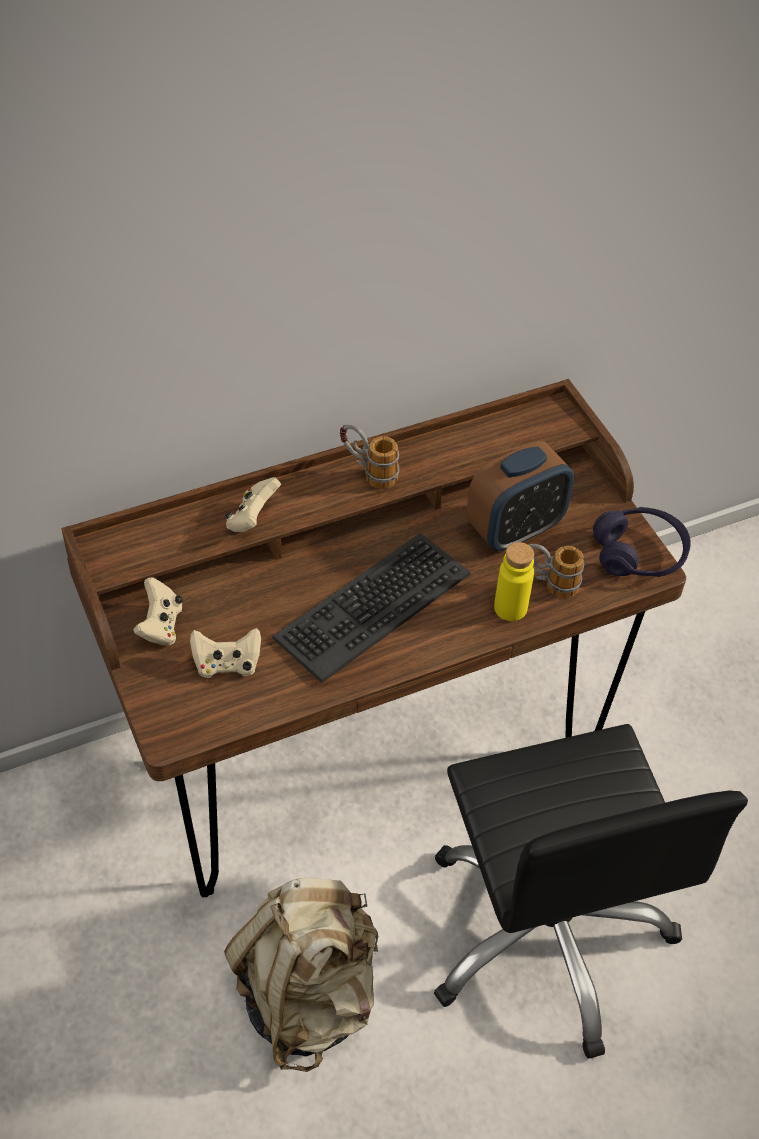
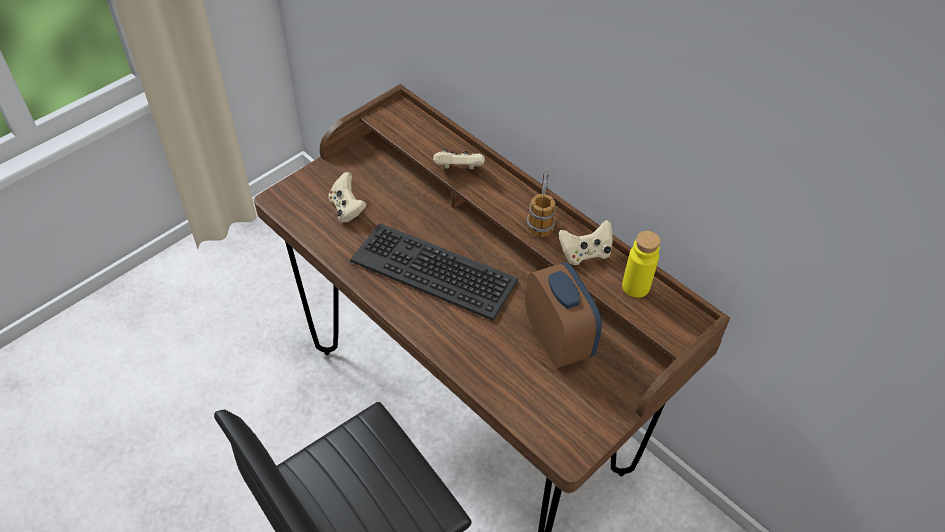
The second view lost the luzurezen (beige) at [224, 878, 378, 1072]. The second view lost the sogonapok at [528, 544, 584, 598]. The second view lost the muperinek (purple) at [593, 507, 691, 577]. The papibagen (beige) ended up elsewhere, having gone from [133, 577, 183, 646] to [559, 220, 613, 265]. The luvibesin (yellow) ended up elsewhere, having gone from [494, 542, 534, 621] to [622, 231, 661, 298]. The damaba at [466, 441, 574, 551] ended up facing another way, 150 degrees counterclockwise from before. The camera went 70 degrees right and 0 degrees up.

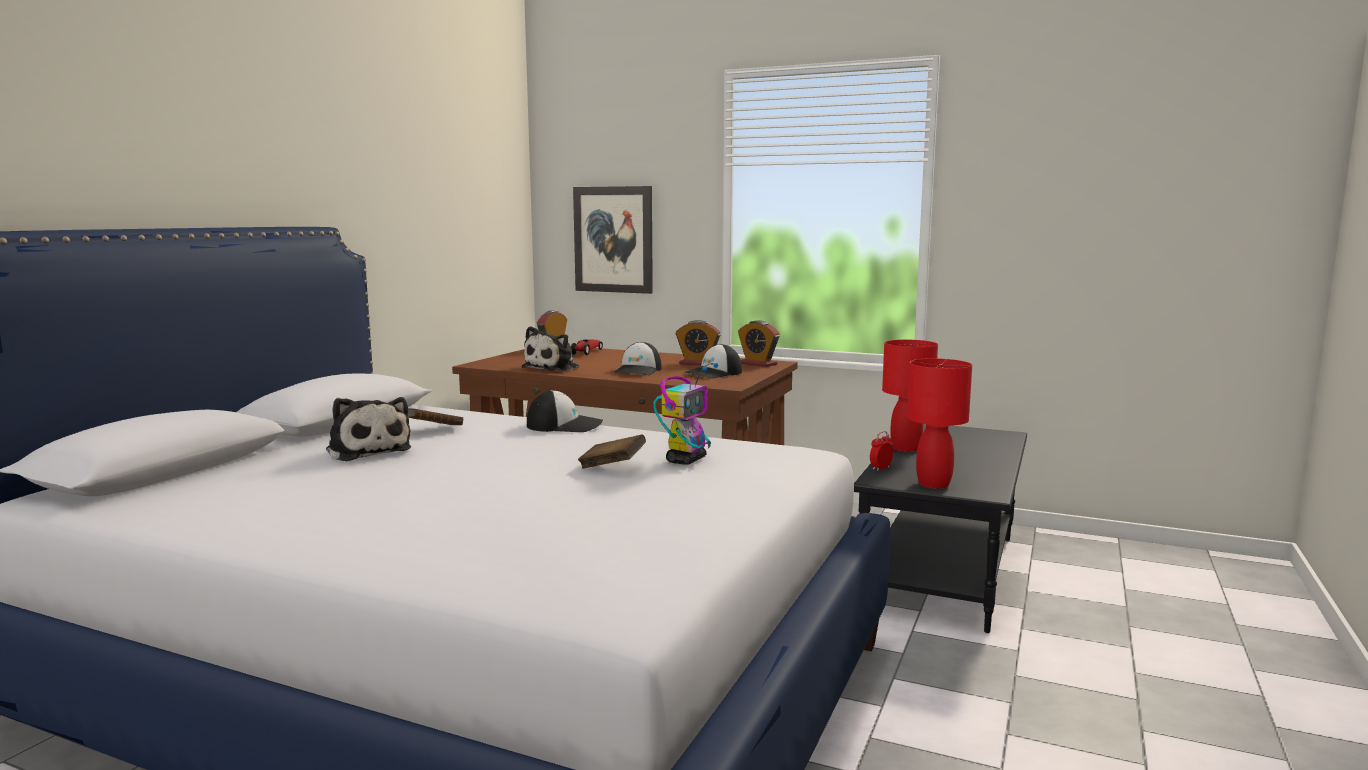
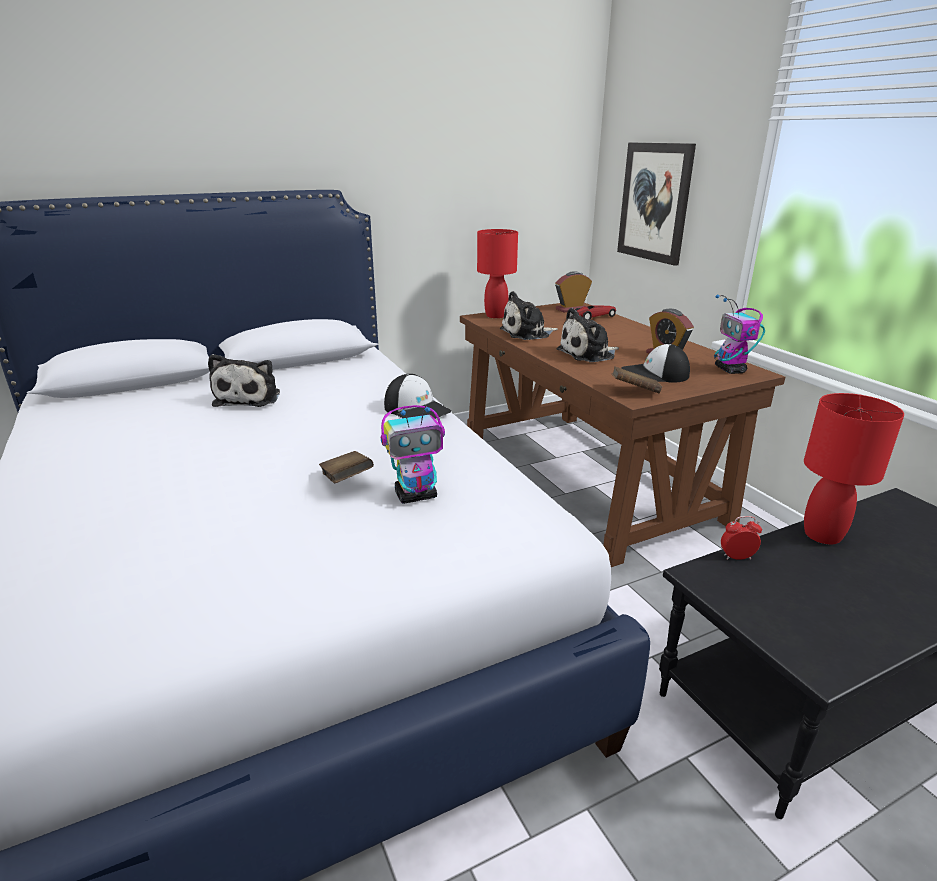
The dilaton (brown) ended up elsewhere, having gone from [408, 408, 463, 425] to [612, 366, 662, 393]. The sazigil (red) ended up elsewhere, having gone from [907, 358, 972, 489] to [477, 229, 518, 318]. Where the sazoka stood at [613, 342, 662, 375], the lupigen came to stand at [557, 308, 619, 362]. Where the damaba stood at [738, 320, 780, 367], the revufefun came to stand at [714, 295, 765, 374]. The camera went 40 degrees right and 15 degrees up.

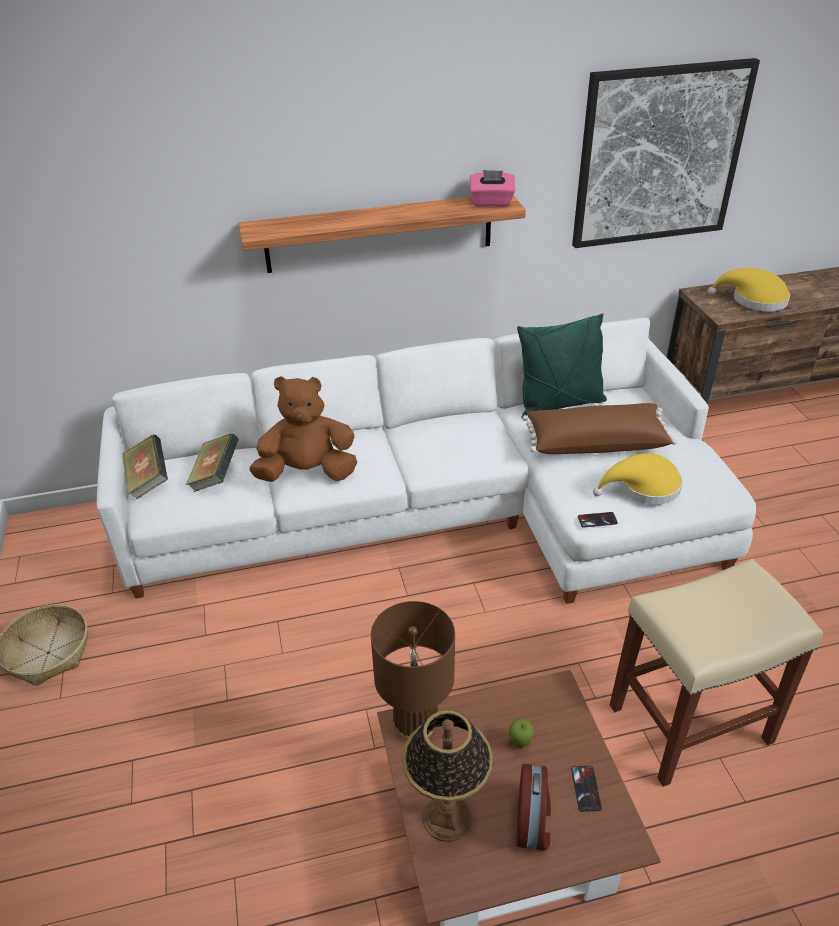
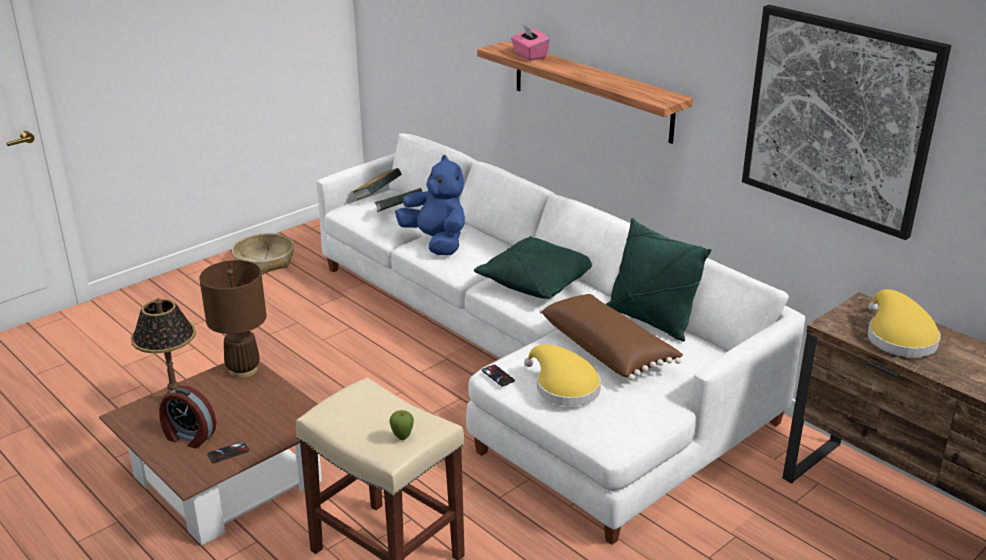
The second view gained the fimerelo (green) at [474, 236, 592, 299]. The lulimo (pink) ended up elsewhere, having gone from [470, 170, 515, 207] to [511, 24, 550, 61]. The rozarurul ended up elsewhere, having gone from [509, 718, 534, 748] to [389, 410, 414, 440]. What was the lupigen (brown) at [250, 376, 357, 482] turned into the lupigen (blue) at [395, 155, 465, 255]. The damaba at [516, 764, 551, 851] ended up facing another way, 45 degrees clockwise from before. The camera went 60 degrees right and 10 degrees down.

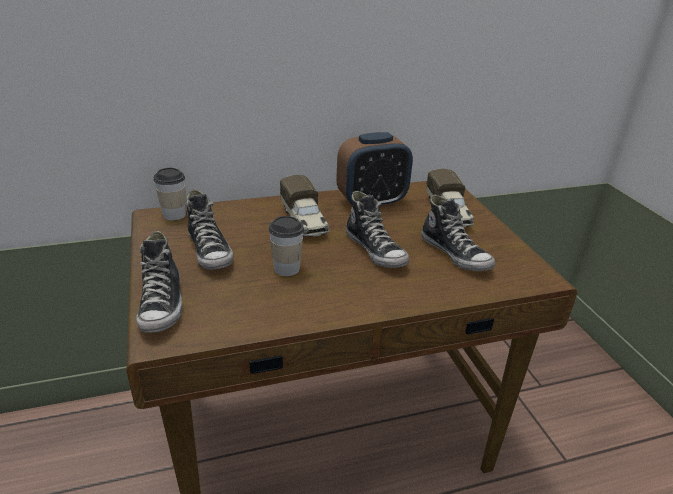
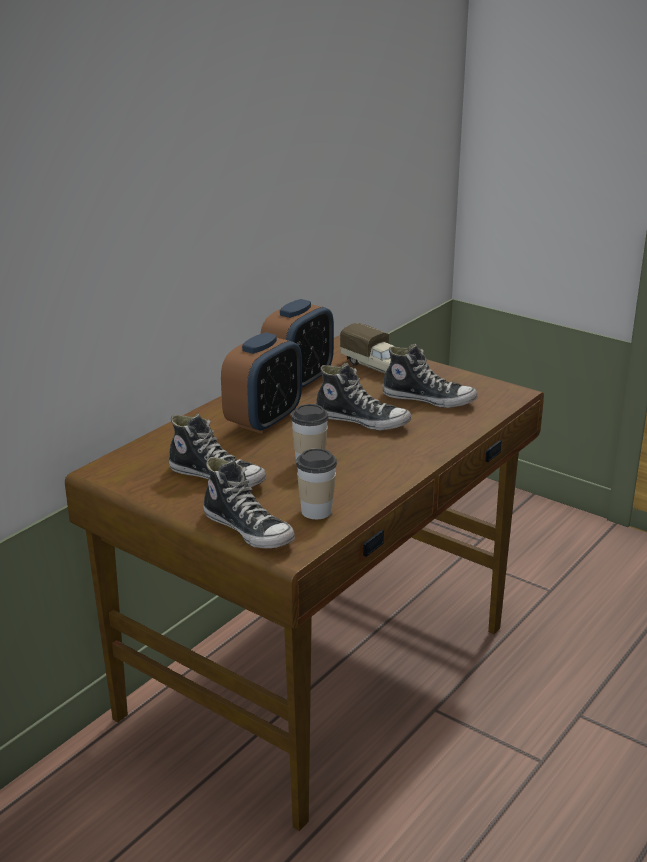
The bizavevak ended up elsewhere, having gone from [154, 168, 186, 220] to [296, 448, 337, 519]. Where the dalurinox stood at [280, 175, 330, 237], the damaba came to stand at [221, 332, 302, 434]. The camera went 35 degrees left and 5 degrees down.

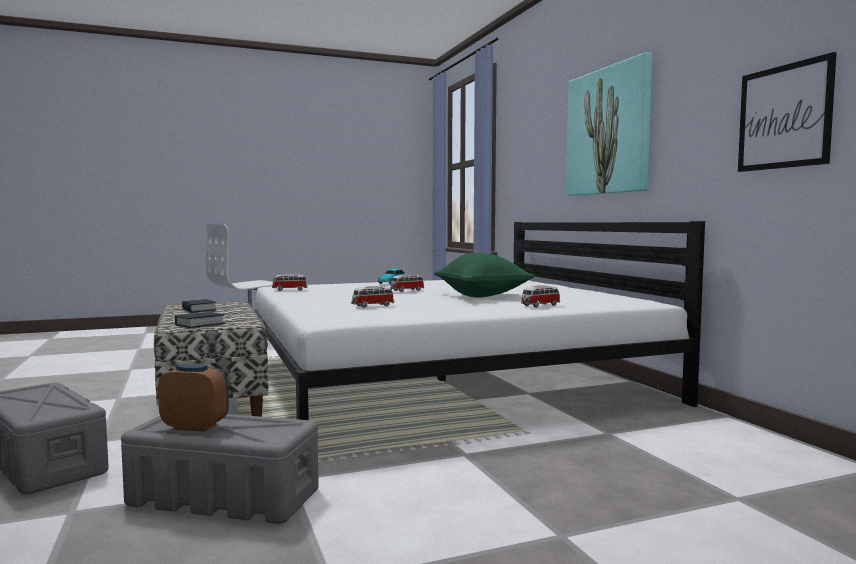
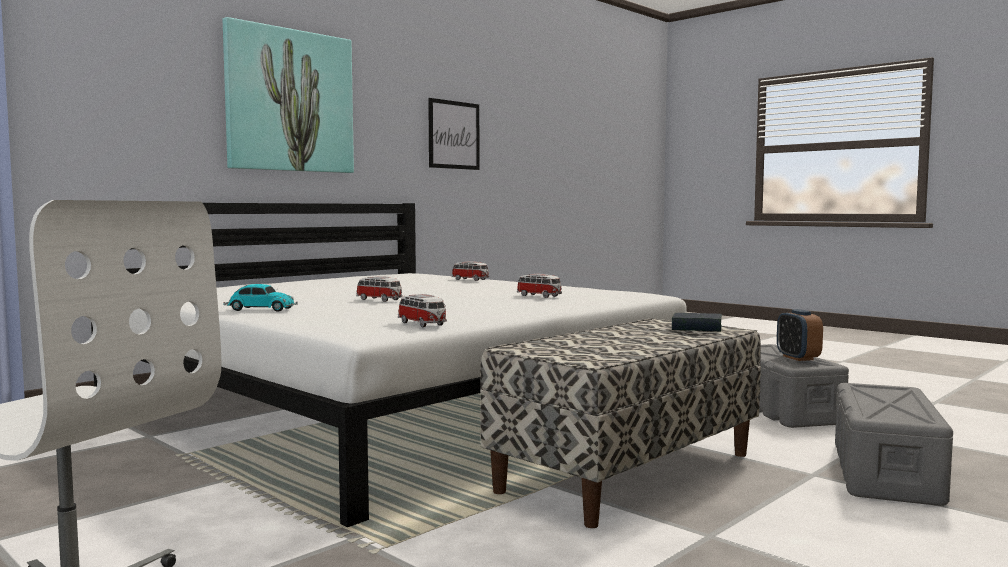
The second view lost the dilaton at [182, 299, 216, 313]. The second view lost the fimerelo (green) at [434, 253, 534, 298]. The camera went 115 degrees left and 0 degrees up.

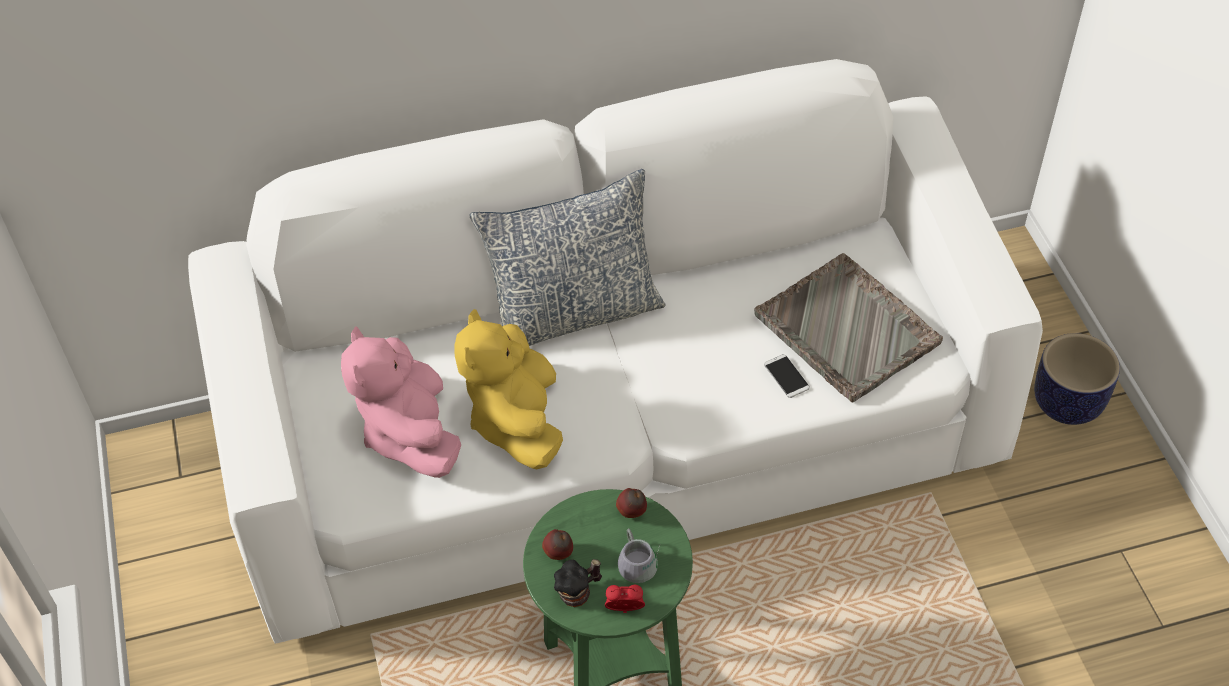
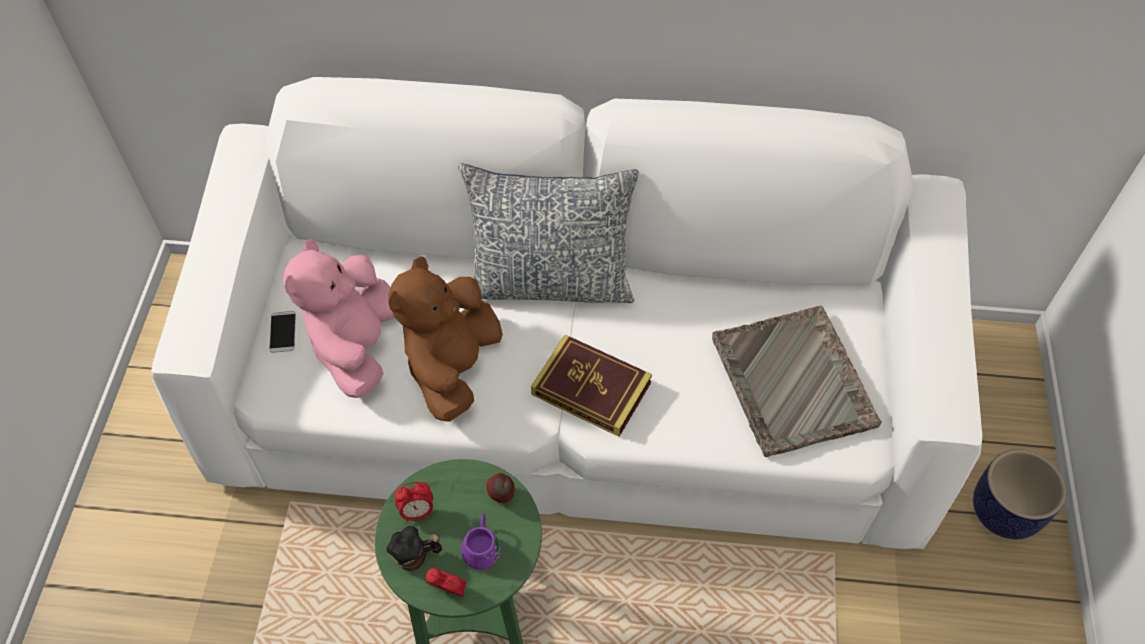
The second view gained the dilaton at [531, 335, 652, 437]. The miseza ended up elsewhere, having gone from [764, 354, 810, 398] to [269, 311, 296, 353]. Where the rozarurul stood at [542, 529, 573, 560], the damaba came to stand at [394, 482, 433, 524]. What was the lupigen (yellow) at [455, 309, 563, 469] turned into the lupigen (brown) at [388, 256, 503, 422]. What was the sogonapok (grey) at [618, 529, 660, 583] turned into the sogonapok (purple) at [461, 513, 512, 570]. The camera went 20 degrees right and 5 degrees up.

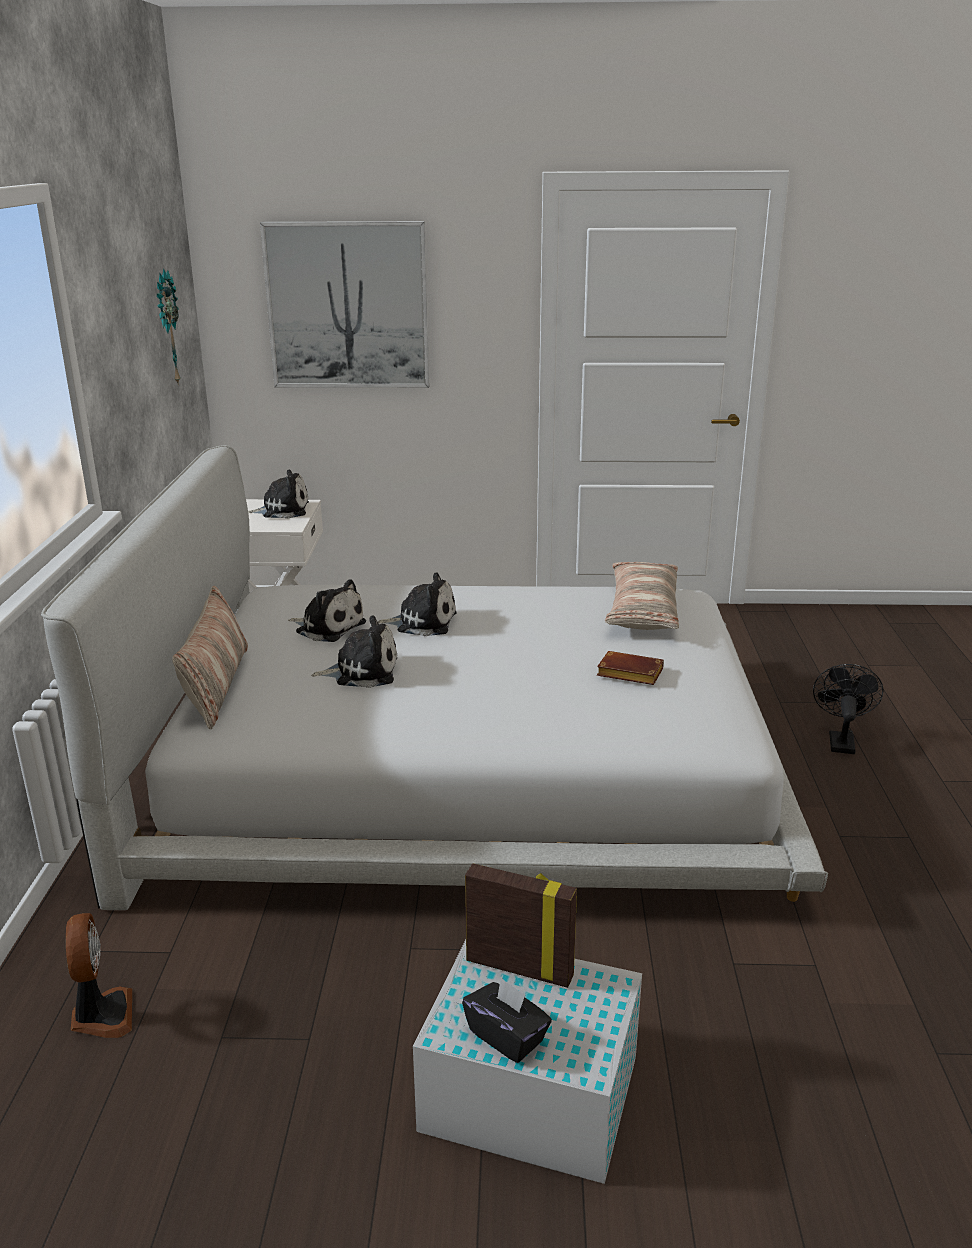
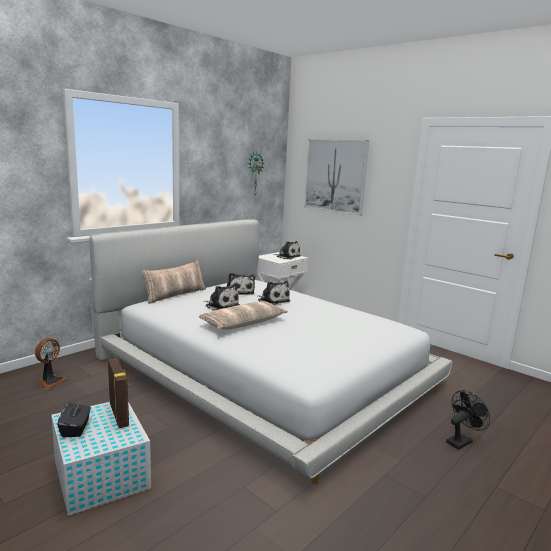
The second view lost the dilaton (brown) at [597, 651, 664, 685]. The fimerelo ended up elsewhere, having gone from [605, 562, 679, 630] to [199, 301, 288, 330]. The camera went 40 degrees right and 10 degrees down.

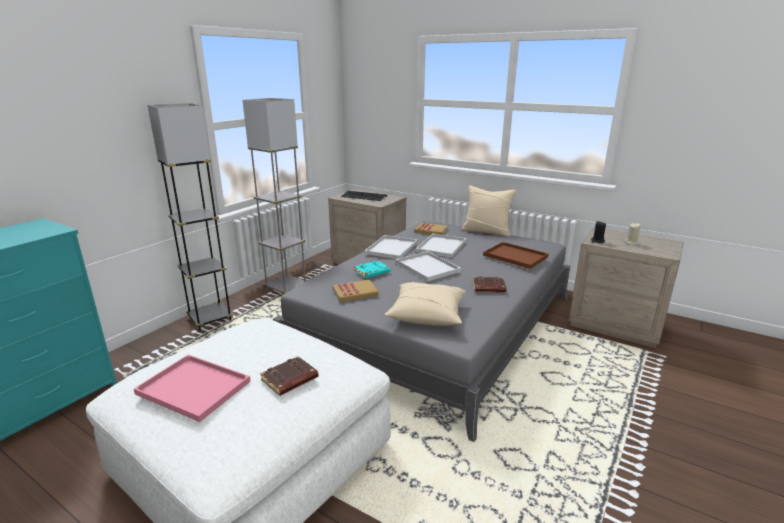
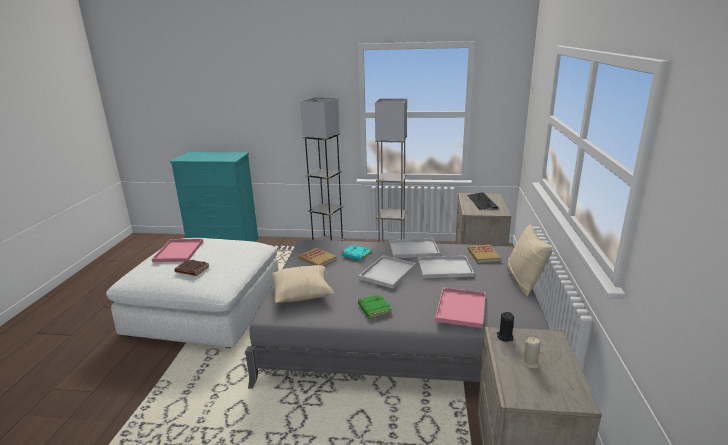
What was the dilaton (brown) at [473, 276, 506, 293] turned into the dilaton (green) at [358, 295, 392, 318]. What was the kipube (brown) at [483, 242, 549, 269] turned into the kipube (pink) at [435, 287, 486, 328]. The camera went 65 degrees right and 0 degrees up.

